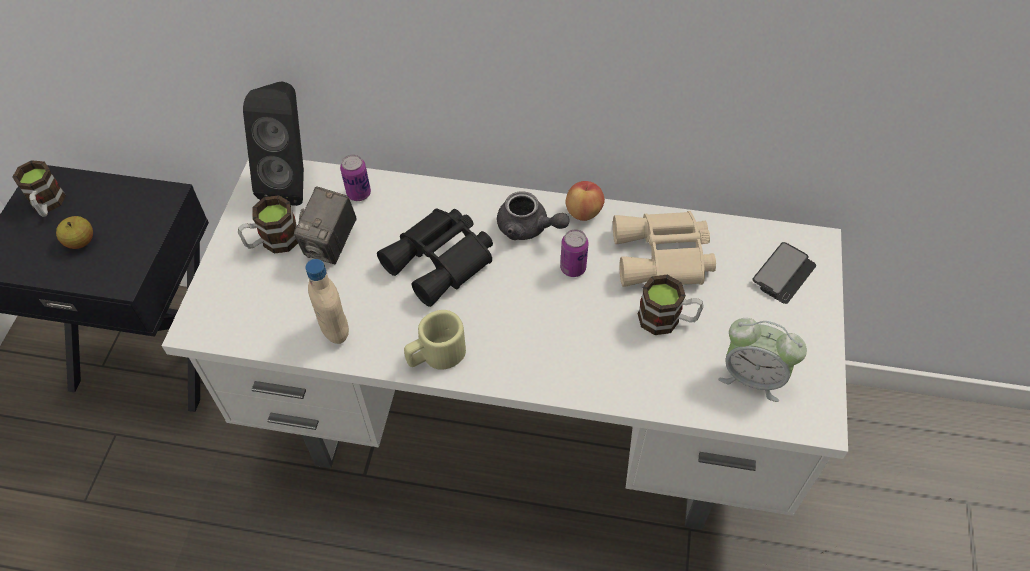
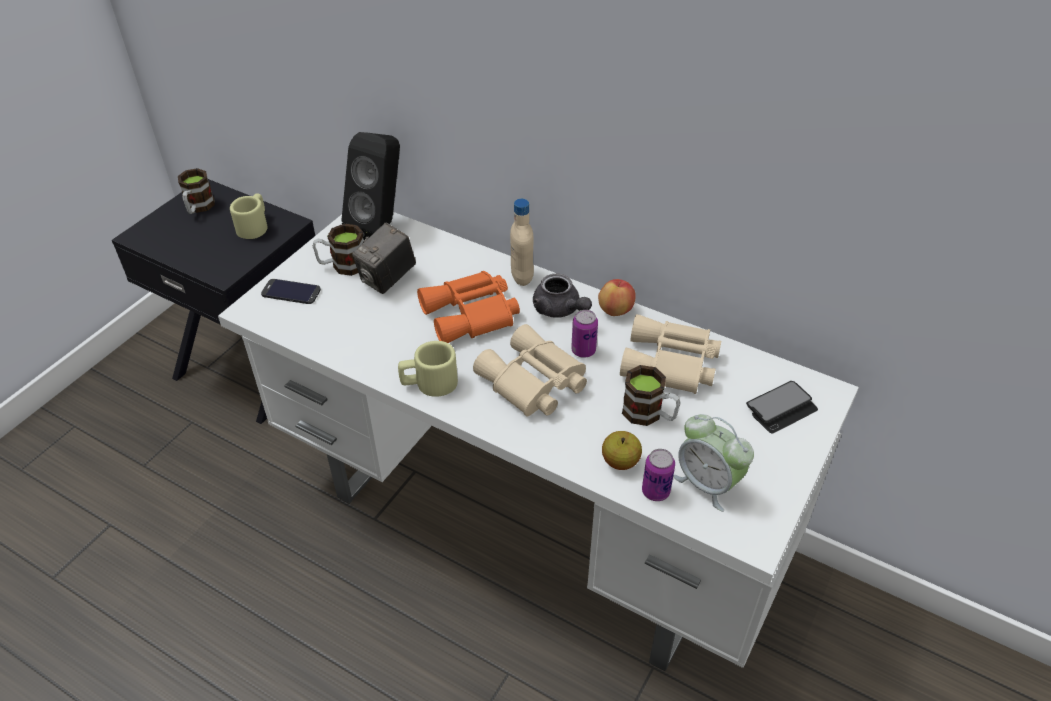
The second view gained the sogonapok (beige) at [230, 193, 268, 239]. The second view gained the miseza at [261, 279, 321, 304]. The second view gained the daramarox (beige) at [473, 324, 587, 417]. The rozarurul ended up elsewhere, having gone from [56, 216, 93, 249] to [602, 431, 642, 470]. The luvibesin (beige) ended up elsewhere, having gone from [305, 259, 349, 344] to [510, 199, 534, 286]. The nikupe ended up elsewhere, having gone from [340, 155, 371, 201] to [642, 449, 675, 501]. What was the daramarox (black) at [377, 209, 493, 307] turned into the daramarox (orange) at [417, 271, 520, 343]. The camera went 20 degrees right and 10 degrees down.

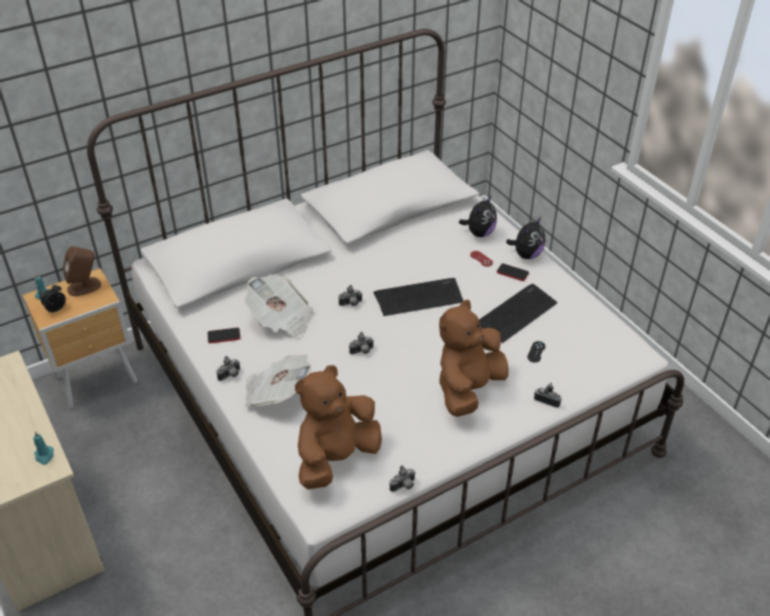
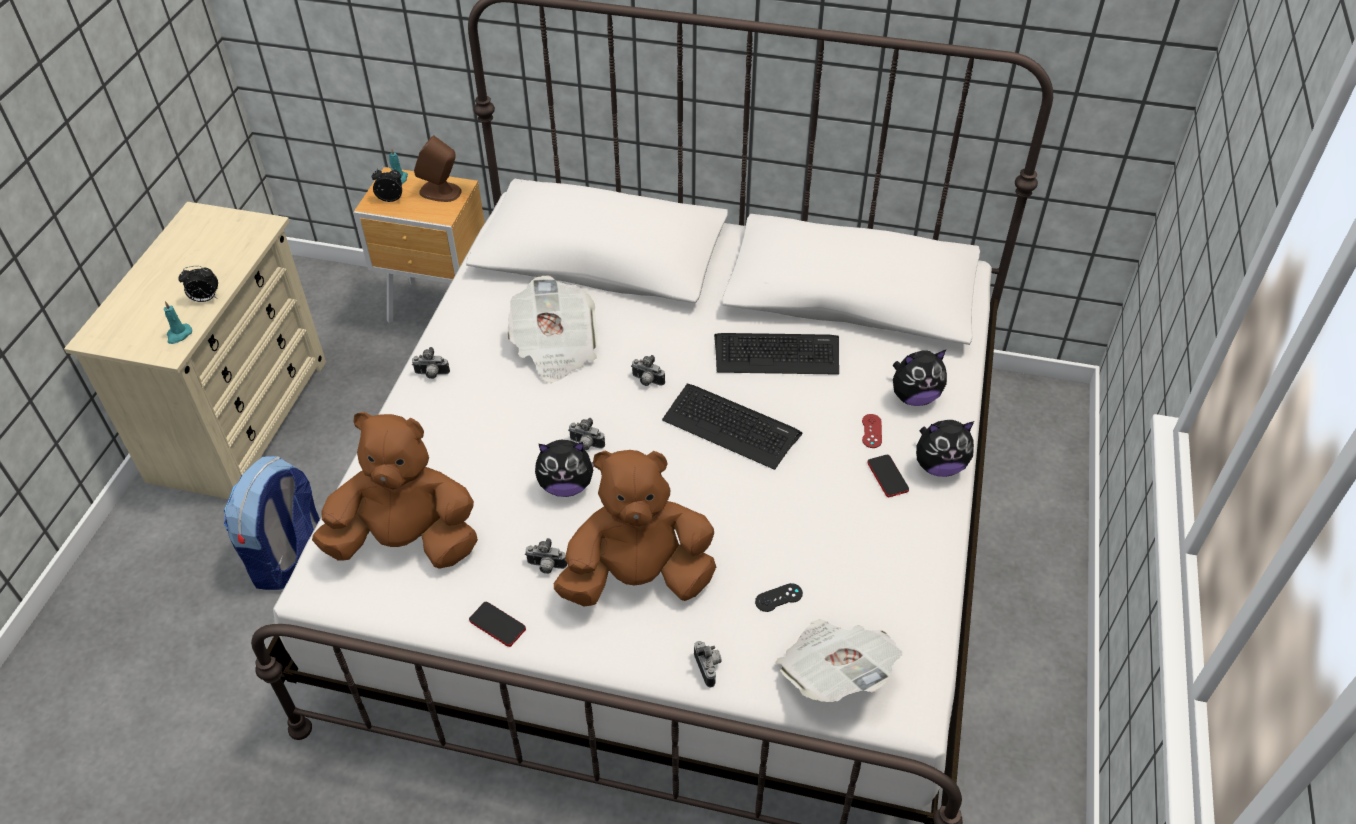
The second view gained the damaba at [178, 266, 218, 302]. The second view gained the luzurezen at [223, 456, 320, 590]. The second view gained the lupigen at [535, 440, 594, 497]. The miseza ended up elsewhere, having gone from [208, 328, 241, 343] to [469, 602, 526, 647]. The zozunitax ended up elsewhere, having gone from [245, 354, 311, 407] to [775, 619, 902, 702]. The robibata ended up elsewhere, having gone from [390, 465, 416, 492] to [525, 538, 567, 574]. The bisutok ended up elsewhere, having gone from [479, 284, 558, 343] to [714, 333, 839, 375]. The camera went 45 degrees right and 5 degrees up.

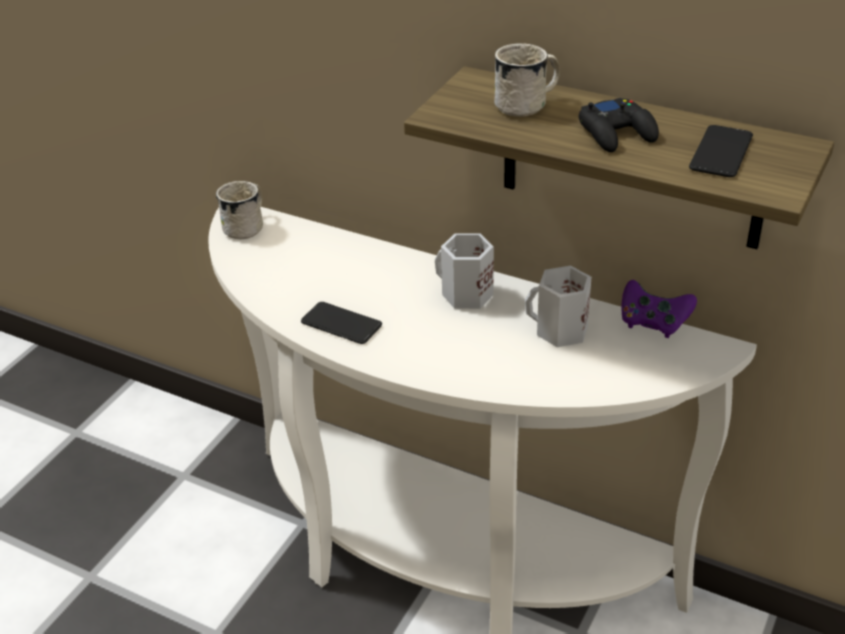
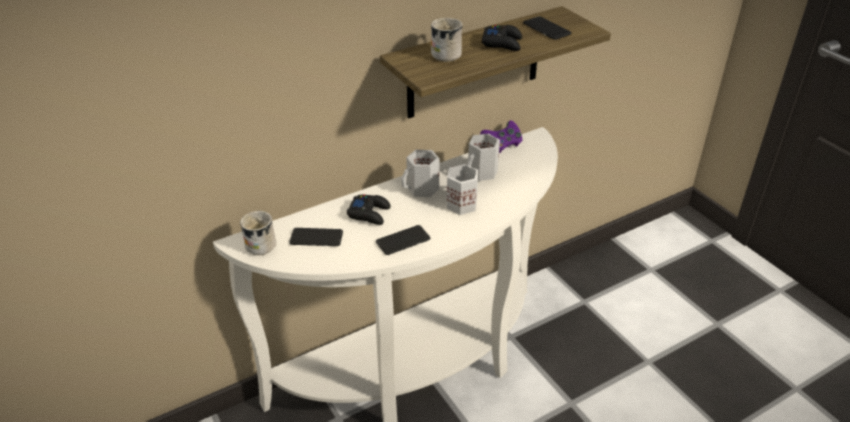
The second view gained the miseza at [289, 228, 343, 246]. The second view gained the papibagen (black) at [347, 195, 391, 225]. The second view gained the sogonapok (white) at [447, 164, 478, 215]. The camera went 60 degrees left and 0 degrees up.

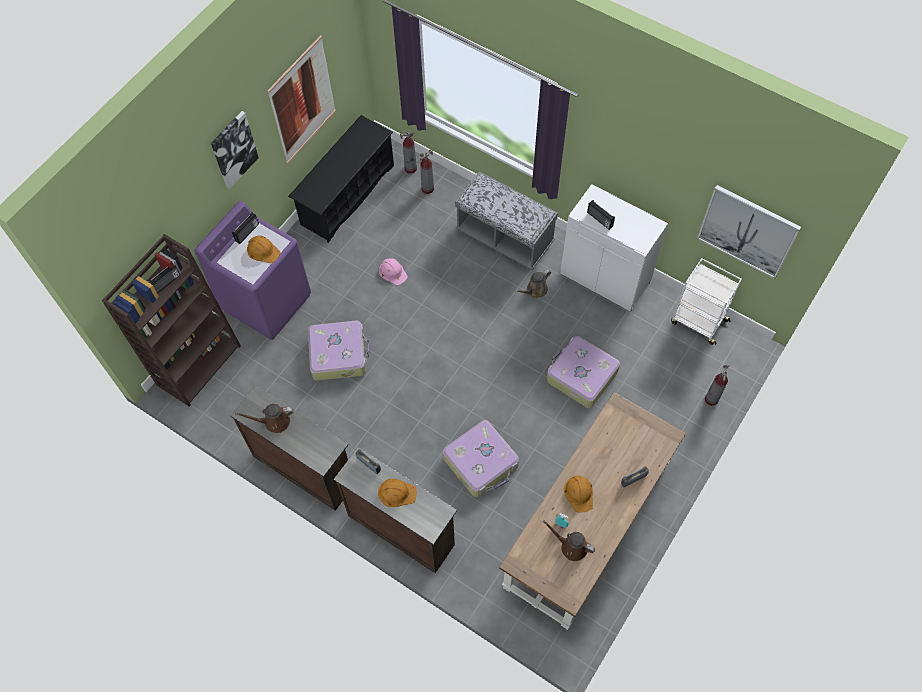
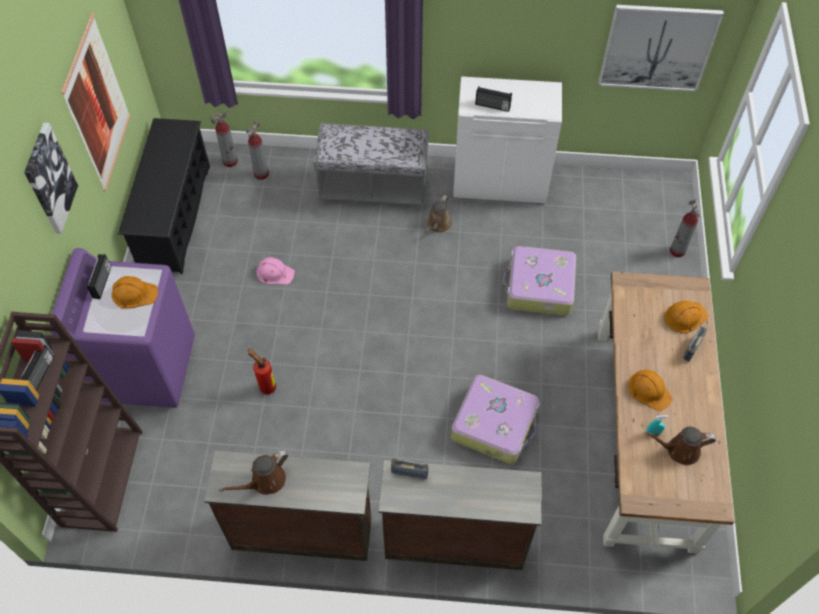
The second view lost the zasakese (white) at [671, 258, 742, 345]. The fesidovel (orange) ended up elsewhere, having gone from [378, 478, 417, 507] to [664, 301, 708, 333]. Where the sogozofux stood at [308, 321, 370, 381], the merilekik came to stand at [248, 348, 276, 394]. The camera went 30 degrees left and 5 degrees down.

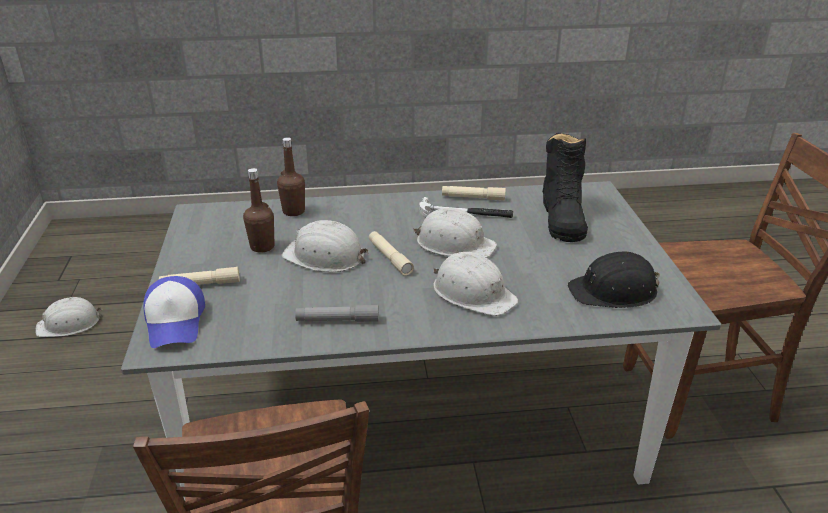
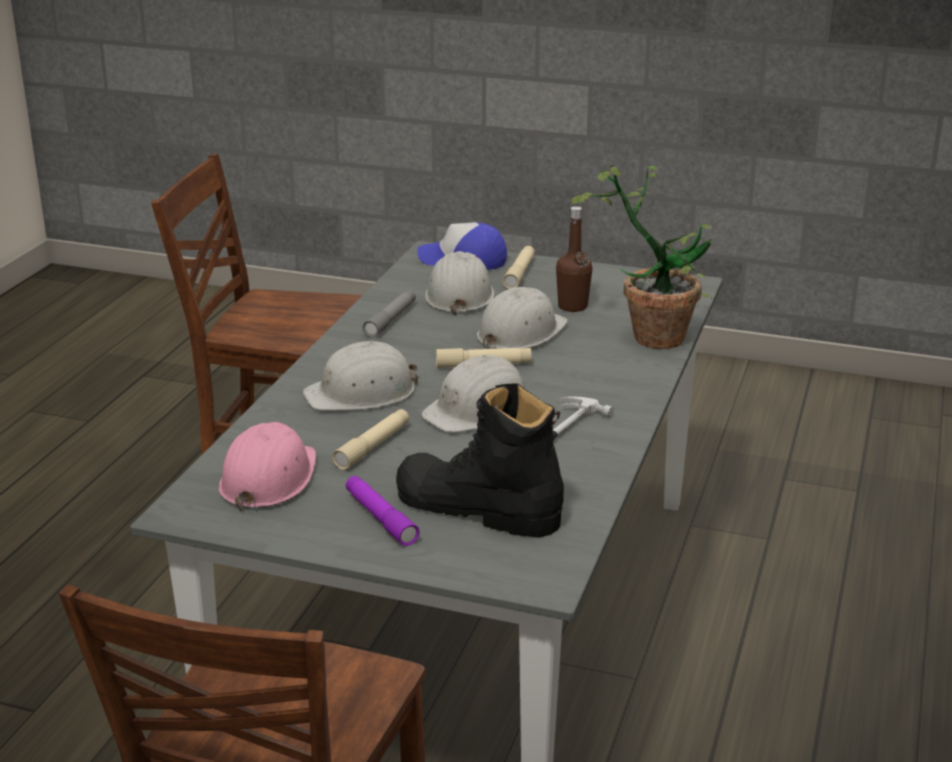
The second view gained the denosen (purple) at [346, 476, 420, 546]. The fesidovel (white) ended up elsewhere, having gone from [36, 297, 103, 337] to [425, 251, 494, 316]. The denosen (beige) ended up elsewhere, having gone from [442, 186, 506, 201] to [332, 409, 409, 470]. Where the luvibesin (brown) stood at [277, 137, 305, 216], the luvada came to stand at [571, 165, 712, 349]. What was the fesidovel (black) at [568, 252, 660, 308] turned into the fesidovel (pink) at [219, 422, 316, 512]. The camera went 115 degrees right and 5 degrees down.

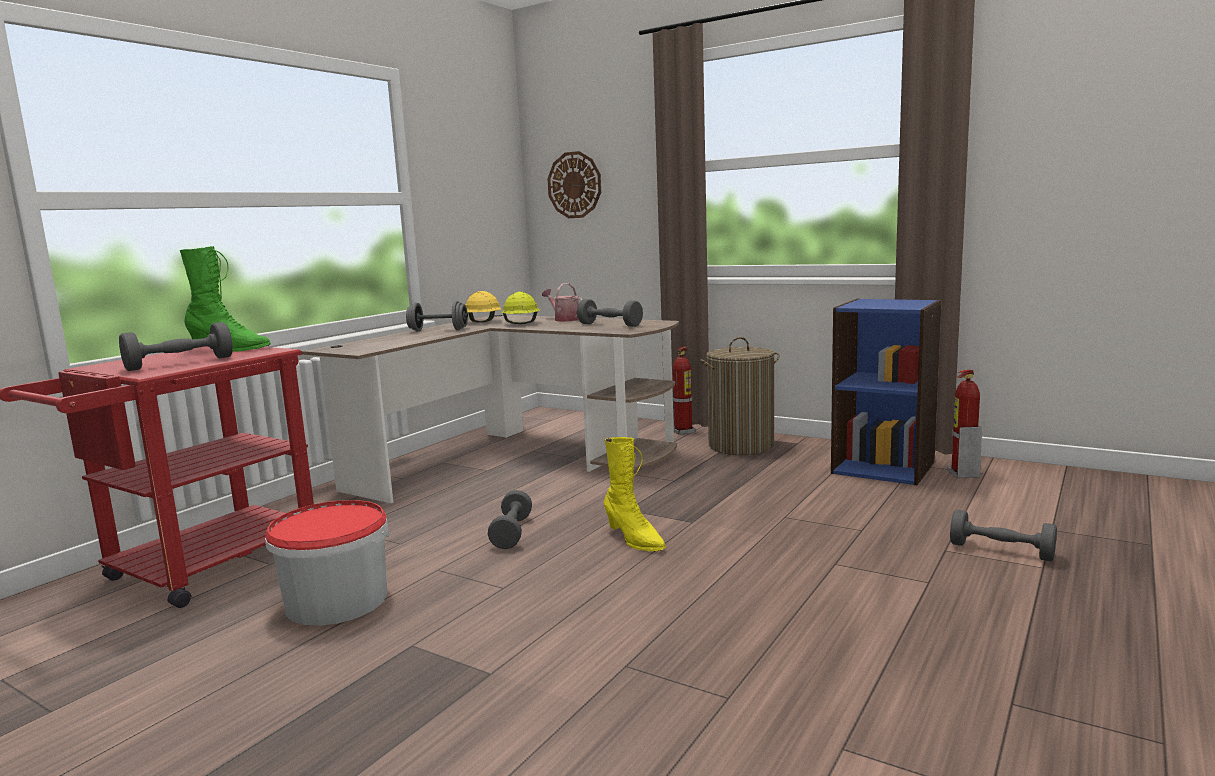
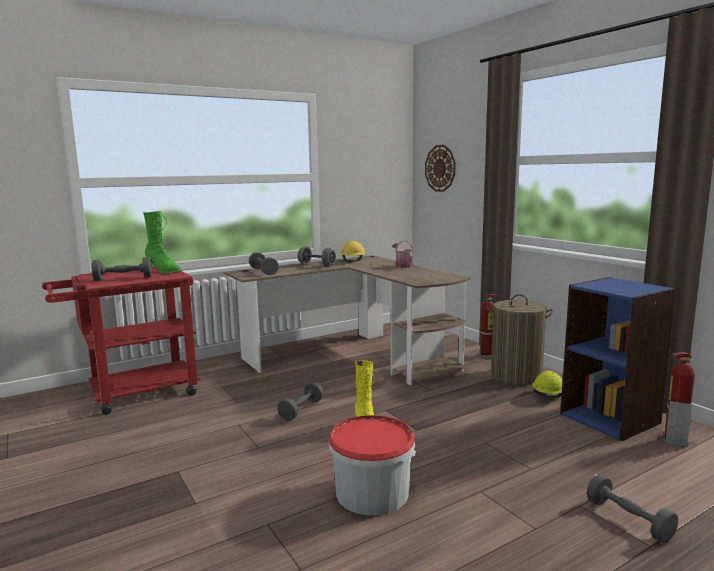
The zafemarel ended up elsewhere, having gone from [265, 500, 390, 626] to [328, 415, 416, 516]. The fesidovel (yellow) ended up elsewhere, having gone from [501, 292, 540, 324] to [532, 371, 563, 398]. The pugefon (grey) ended up elsewhere, having gone from [577, 299, 643, 327] to [249, 252, 279, 275]. The camera went 25 degrees right and 0 degrees up.

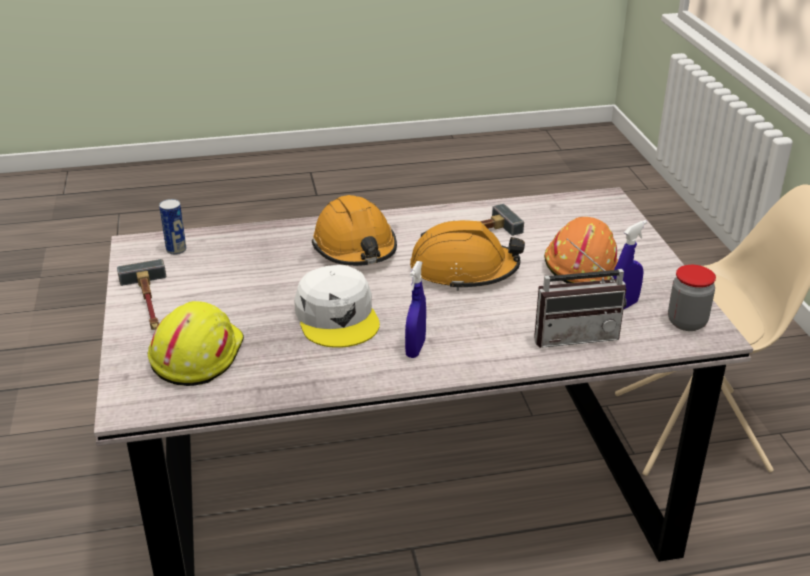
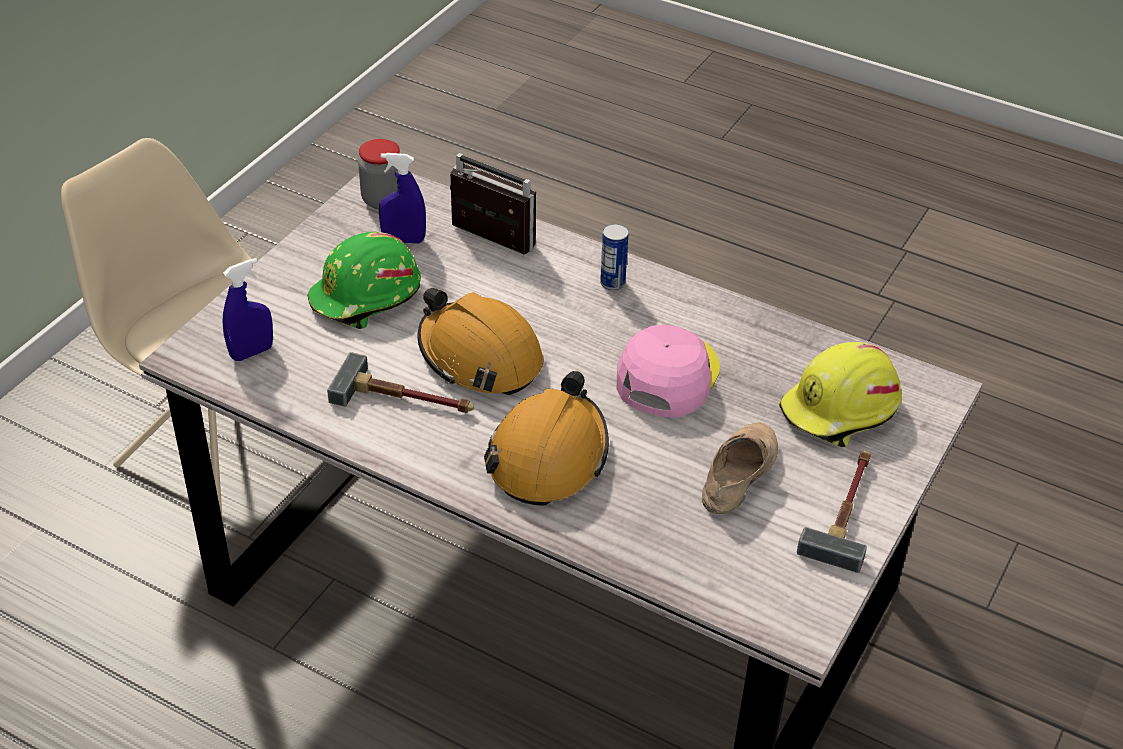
The second view gained the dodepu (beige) at [702, 422, 778, 514]. The nikupe ended up elsewhere, having gone from [159, 199, 186, 255] to [600, 224, 629, 291]. The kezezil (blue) ended up elsewhere, having gone from [405, 261, 426, 358] to [223, 258, 273, 361]. What was the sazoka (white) at [294, 265, 380, 348] turned into the sazoka (pink) at [616, 325, 720, 417]. What was the fesidovel (orange) at [544, 217, 618, 283] turned into the fesidovel (green) at [307, 232, 421, 329]. The camera went 140 degrees left and 10 degrees up.

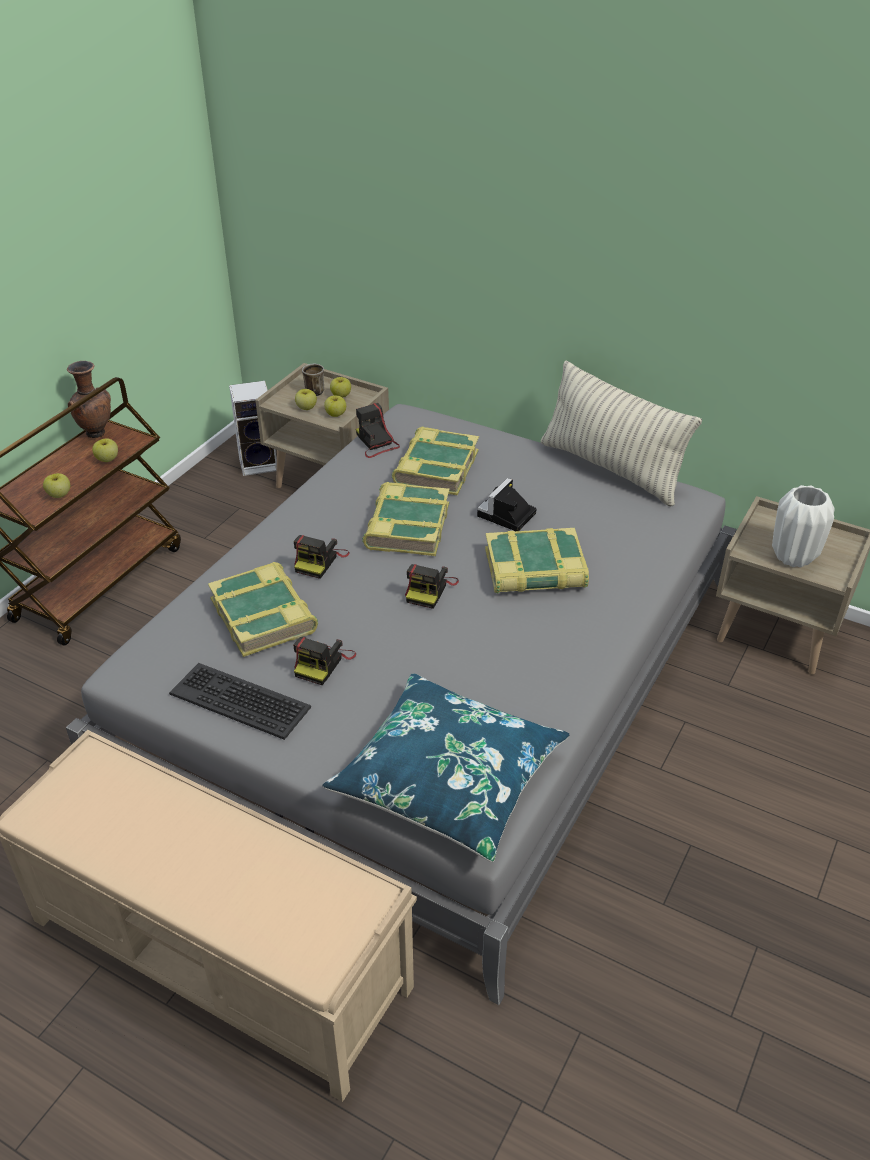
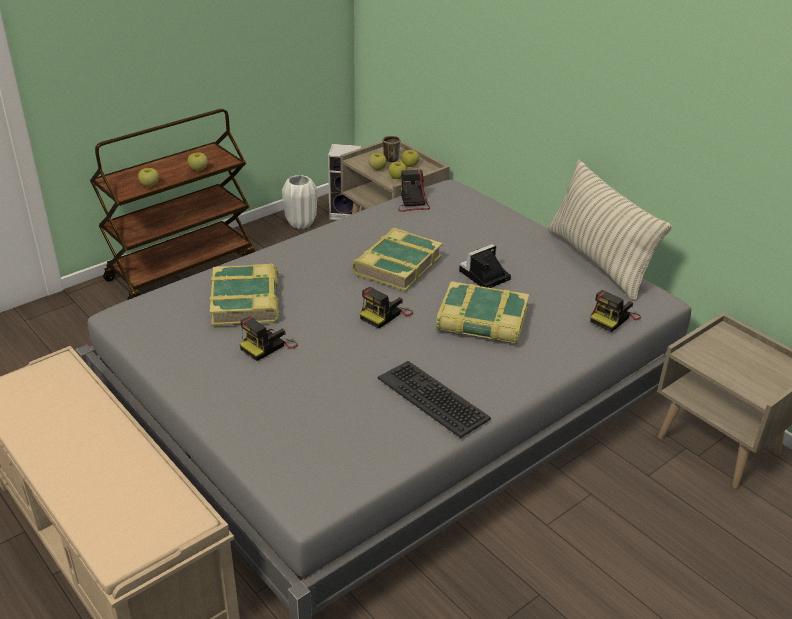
The second view lost the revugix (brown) at [67, 361, 111, 438]. The second view lost the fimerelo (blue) at [323, 673, 569, 862]. The second view lost the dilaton at [392, 426, 479, 495]. The bisutok ended up elsewhere, having gone from [169, 663, 311, 740] to [378, 361, 491, 438]. The robibata ended up elsewhere, having gone from [294, 535, 350, 579] to [590, 290, 641, 332]. The revugix (white) ended up elsewhere, having gone from [772, 485, 835, 567] to [282, 175, 317, 229]. The camera went 20 degrees right and 5 degrees down.

